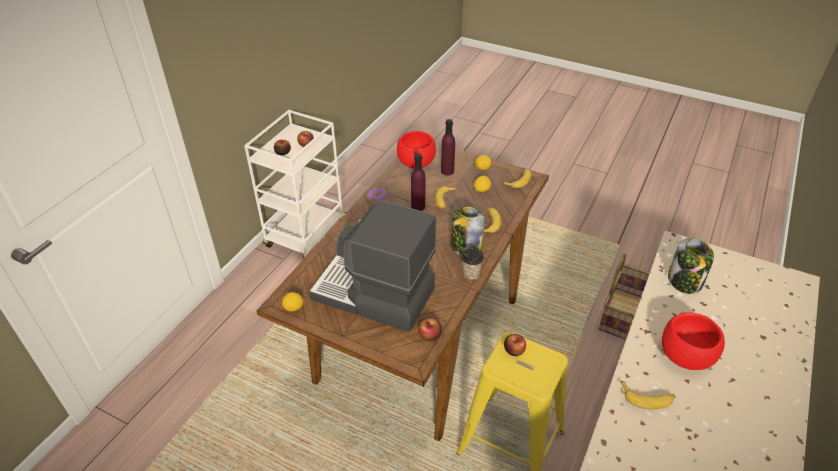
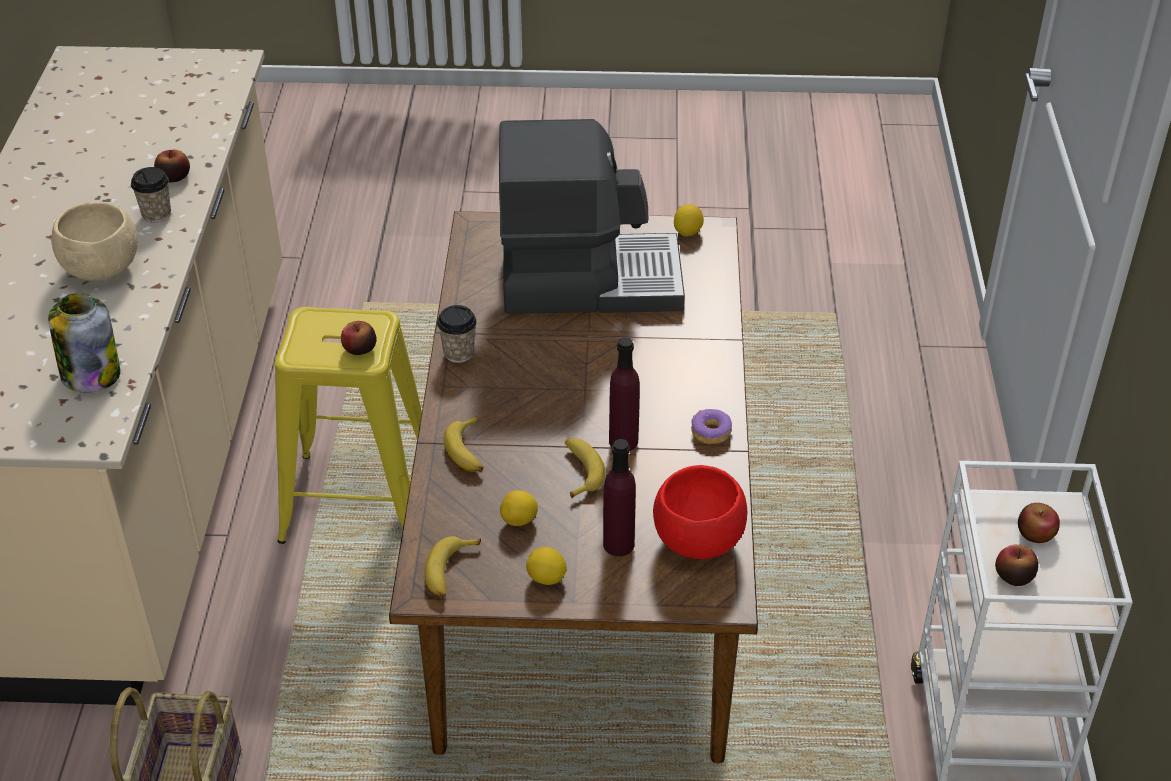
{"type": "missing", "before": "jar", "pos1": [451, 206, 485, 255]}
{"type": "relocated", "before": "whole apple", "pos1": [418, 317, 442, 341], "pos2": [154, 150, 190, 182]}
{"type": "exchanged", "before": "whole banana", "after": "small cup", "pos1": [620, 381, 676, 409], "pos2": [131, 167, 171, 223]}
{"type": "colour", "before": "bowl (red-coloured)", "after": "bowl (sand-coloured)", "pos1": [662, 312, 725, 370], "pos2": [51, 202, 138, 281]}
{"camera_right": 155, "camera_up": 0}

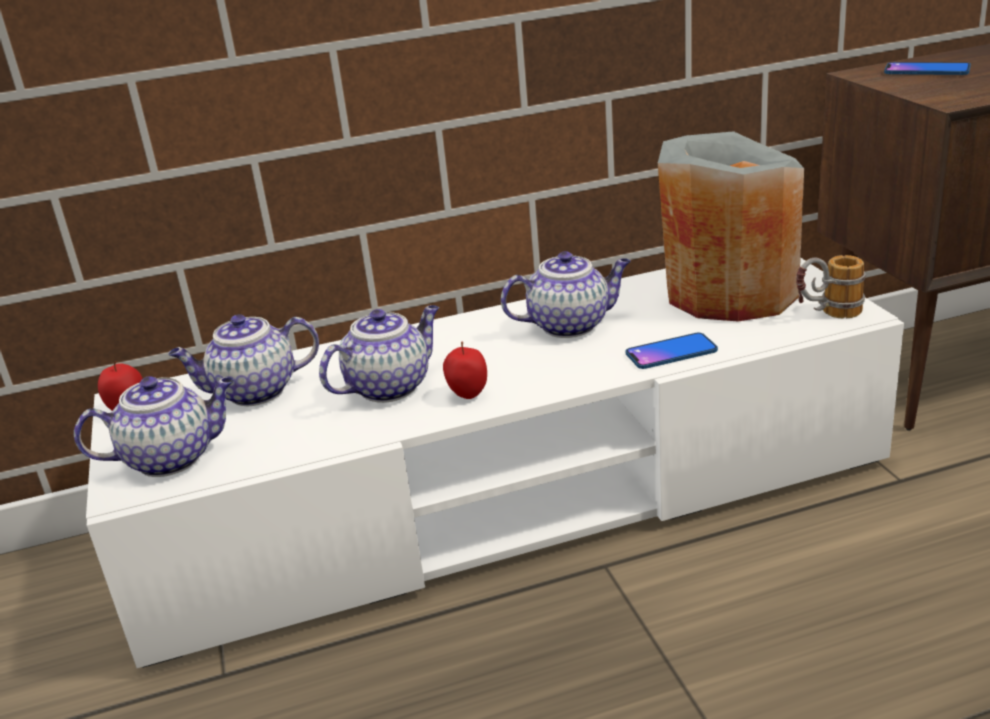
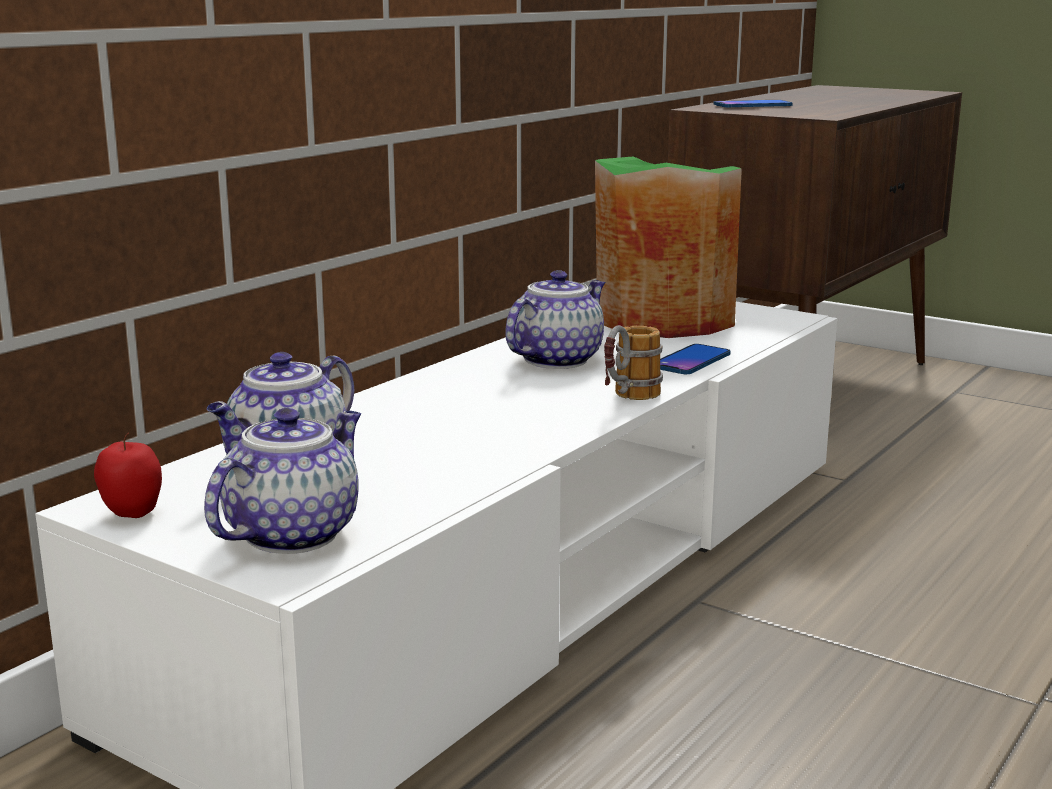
{"type": "missing", "before": "tea pot", "pos1": [319, 305, 439, 403]}
{"type": "missing", "before": "whole apple", "pos1": [443, 342, 487, 399]}
{"type": "relocated", "before": "tea mug", "pos1": [796, 255, 866, 319], "pos2": [604, 325, 663, 400]}
{"type": "colour", "before": "vase (gray)", "after": "vase (green-coloured)", "pos1": [658, 131, 804, 321], "pos2": [595, 156, 742, 338]}
{"camera_right": -40, "camera_up": -10}

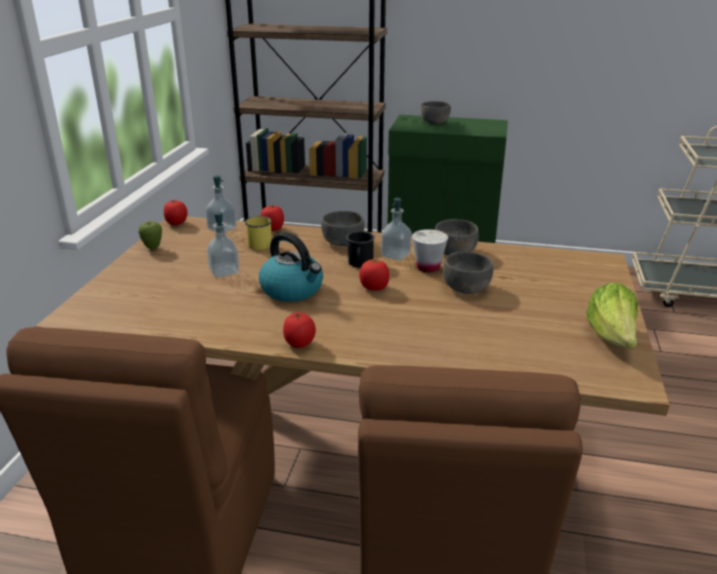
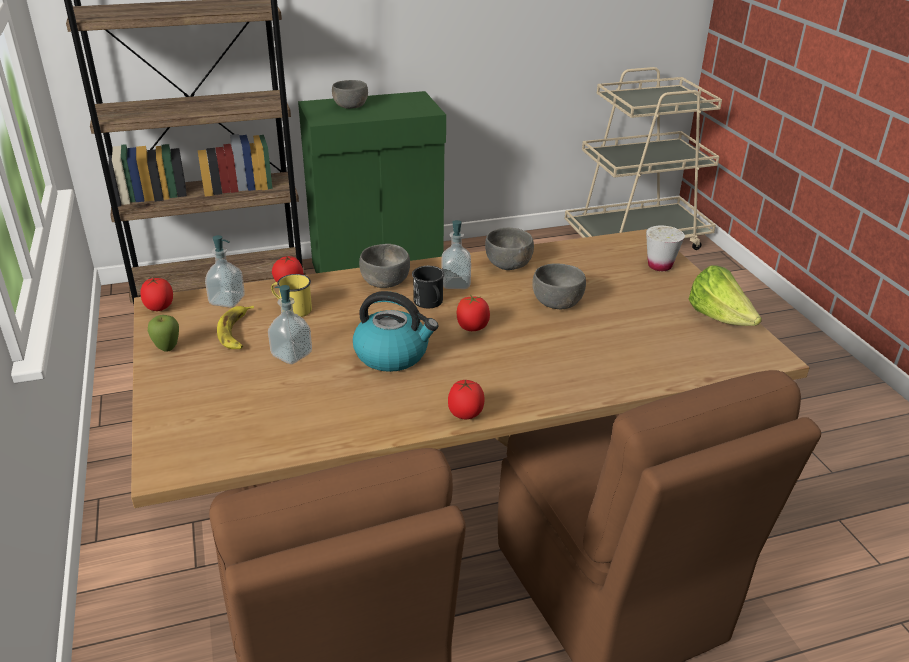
{"type": "appeared", "after": "whole banana", "pos2": [217, 306, 254, 349]}
{"type": "relocated", "before": "small cup (white)", "pos1": [412, 229, 448, 273], "pos2": [646, 226, 685, 271]}
{"camera_right": -30, "camera_up": 5}

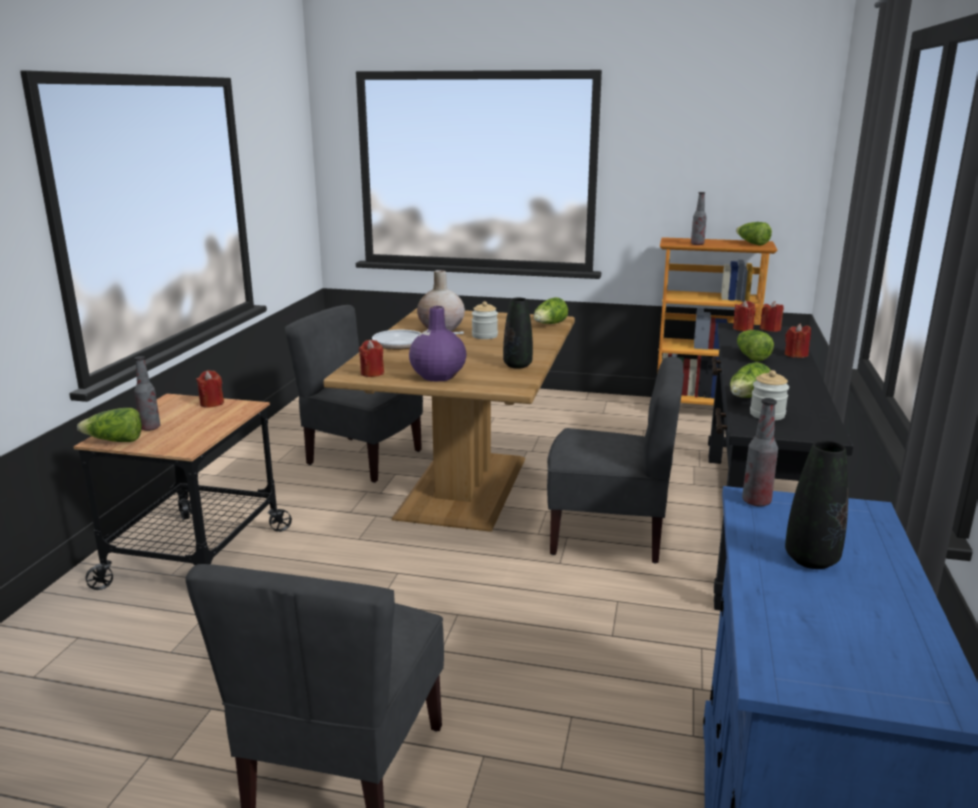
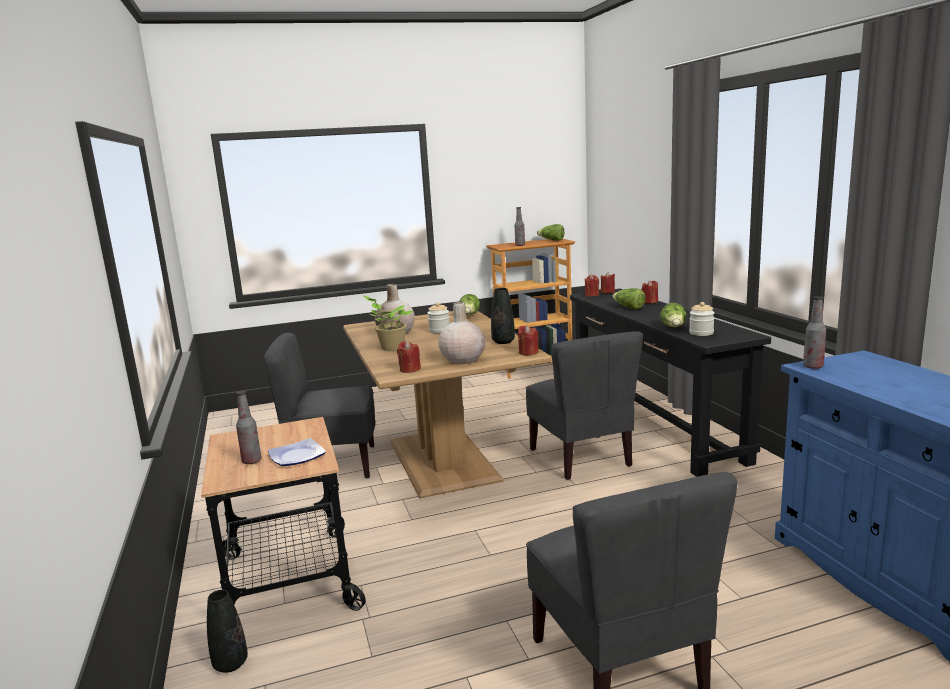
{"type": "missing", "before": "head of lettuce", "pos1": [77, 408, 142, 442]}
{"type": "appeared", "after": "dinner plate", "pos2": [268, 438, 326, 466]}
{"type": "relocated", "before": "wax candle (red-coloured)", "pos1": [196, 370, 224, 408], "pos2": [518, 325, 539, 355]}
{"type": "relocated", "before": "vase (blackish)", "pos1": [785, 440, 848, 569], "pos2": [207, 590, 248, 673]}
{"type": "exchanged", "before": "skillet", "after": "potted plant", "pos1": [372, 330, 464, 350], "pos2": [363, 295, 413, 351]}
{"type": "colour", "before": "vase (purple-coloured)", "after": "vase (sand-coloured)", "pos1": [409, 306, 466, 381], "pos2": [438, 302, 486, 364]}
{"type": "spun", "before": "chair (gray)", "pos1": [547, 357, 684, 564], "pos2": [526, 331, 643, 480], "turn": 90}
{"camera_right": -30, "camera_up": -5}

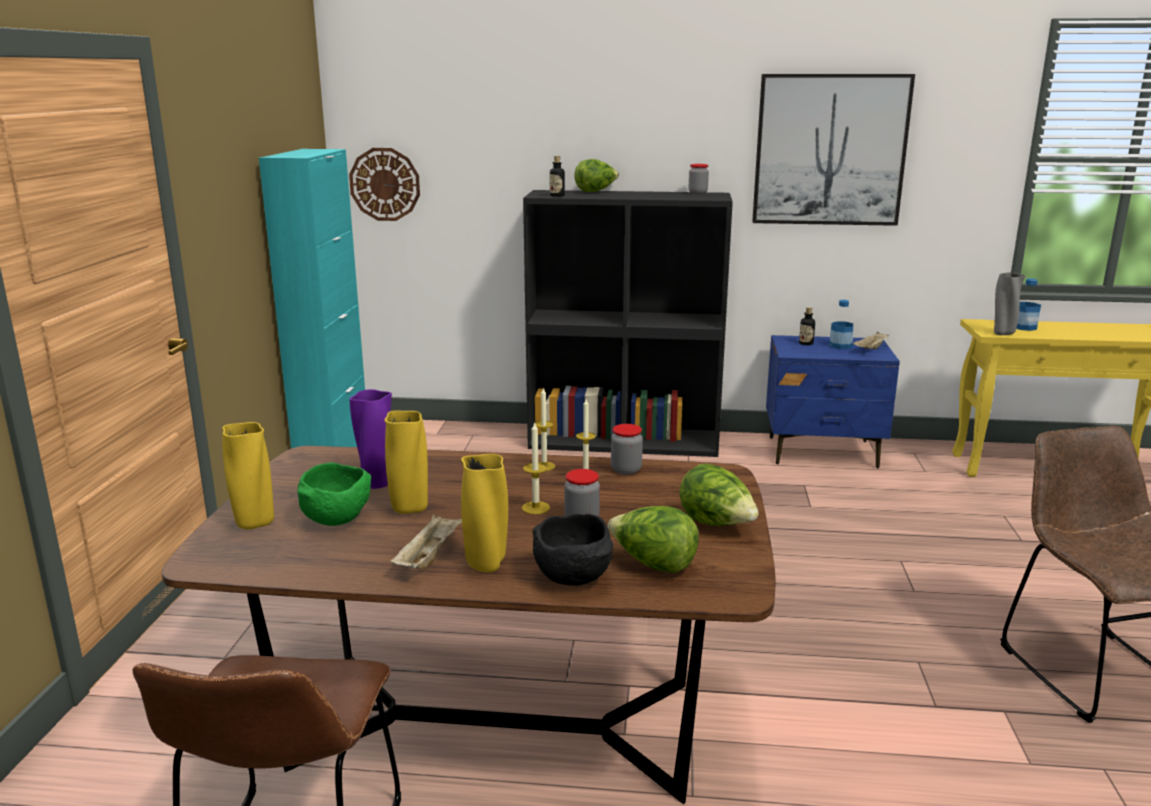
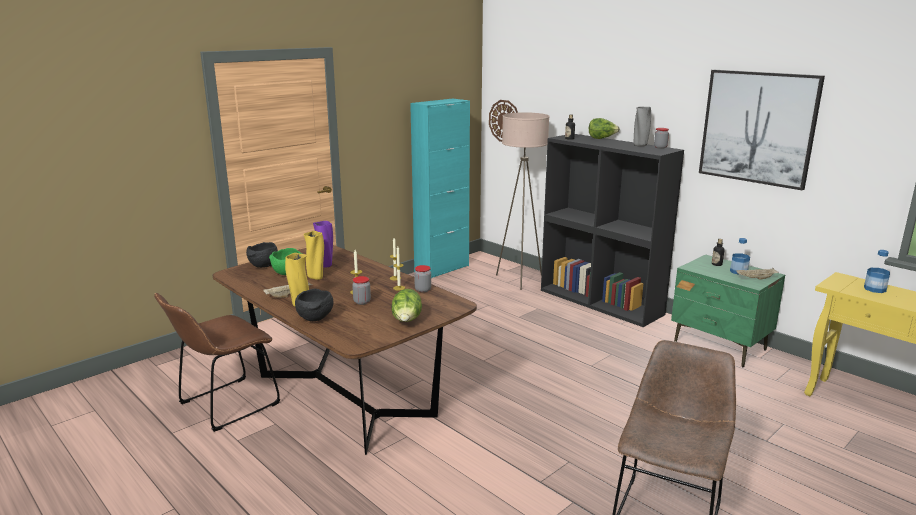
{"type": "missing", "before": "head of lettuce", "pos1": [608, 506, 699, 573]}
{"type": "appeared", "after": "standing lamp (sand-coloured)", "pos2": [496, 112, 550, 290]}
{"type": "relocated", "before": "vase (gray)", "pos1": [994, 272, 1026, 335], "pos2": [633, 107, 651, 146]}
{"type": "exchanged", "before": "vase (yellowish)", "after": "bowl (blackish)", "pos1": [222, 422, 274, 530], "pos2": [246, 242, 278, 268]}
{"type": "colour", "before": "bedside table (blue-coloured)", "after": "bedside table (green-coloured)", "pos1": [766, 335, 900, 468], "pos2": [671, 254, 785, 367]}
{"camera_right": 40, "camera_up": 0}

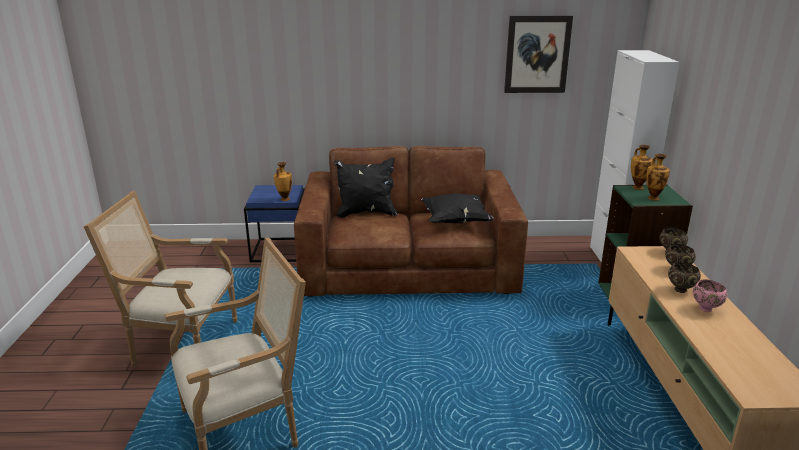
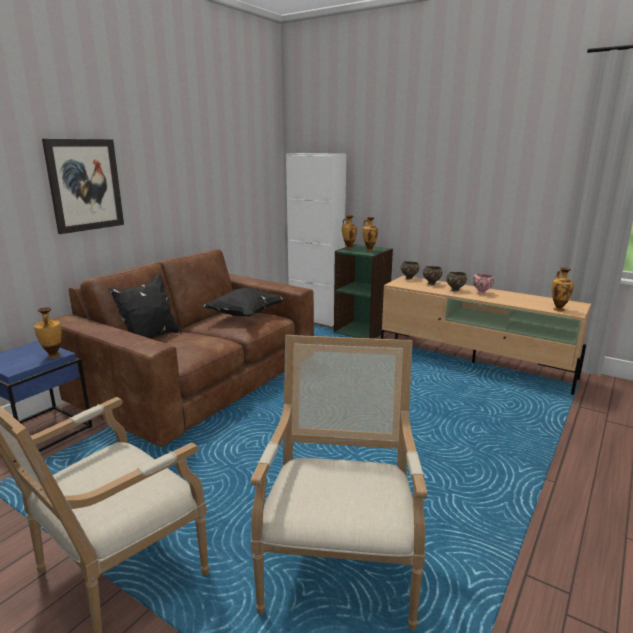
{"type": "appeared", "after": "vase", "pos2": [552, 267, 574, 312]}
{"type": "relocated", "before": "wall picture", "pos1": [504, 16, 573, 93], "pos2": [42, 139, 124, 234]}
{"camera_right": -55, "camera_up": -5}

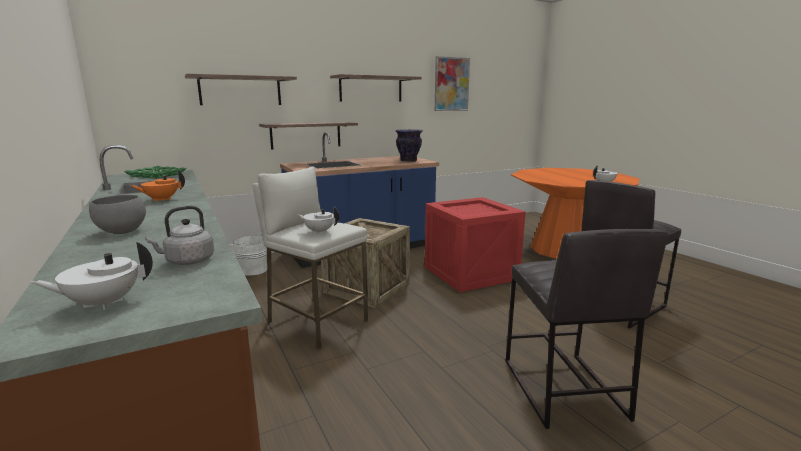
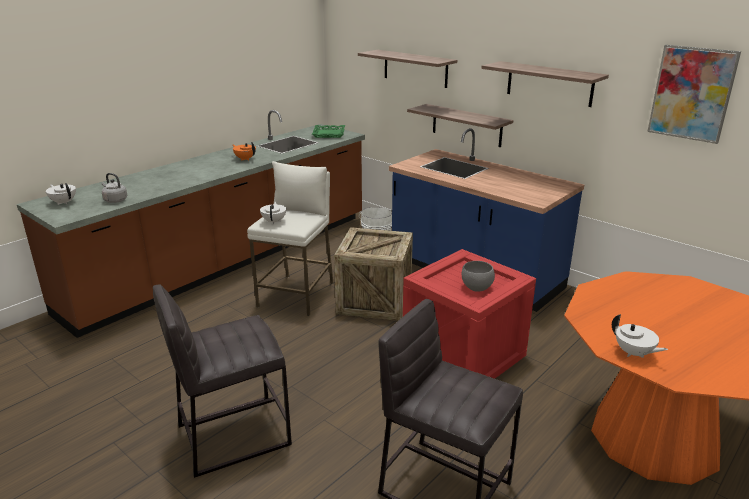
{"type": "missing", "before": "vase", "pos1": [395, 129, 423, 162]}
{"type": "relocated", "before": "bowl (gray)", "pos1": [89, 195, 146, 234], "pos2": [462, 261, 495, 292]}
{"camera_right": 70, "camera_up": 10}

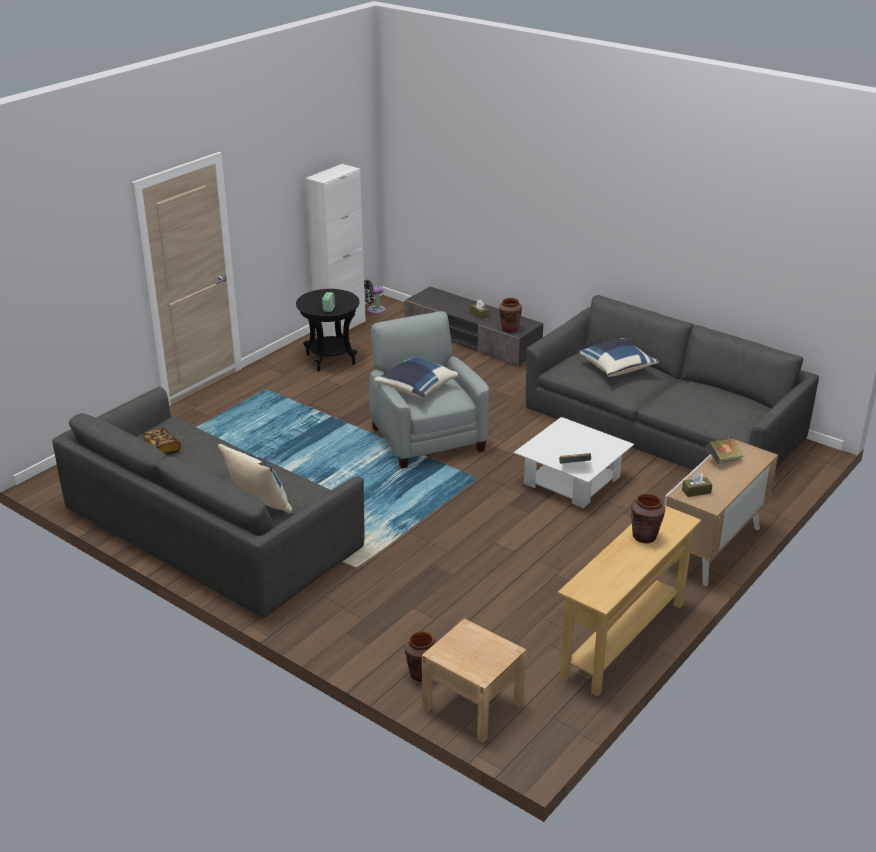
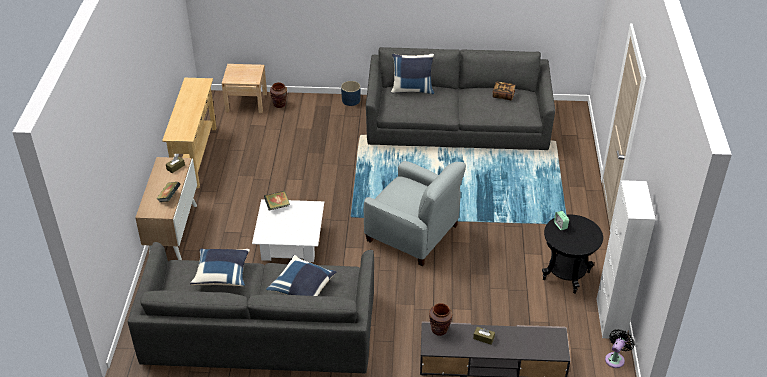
{"type": "missing", "before": "vase (brownish)", "pos1": [631, 493, 665, 543]}
{"type": "appeared", "after": "flower pot (blue-coloured)", "pos2": [341, 81, 361, 106]}
{"type": "relocated", "before": "pillow (blue-coloured)", "pos1": [374, 358, 459, 398], "pos2": [190, 248, 250, 286]}
{"camera_right": 145, "camera_up": 10}

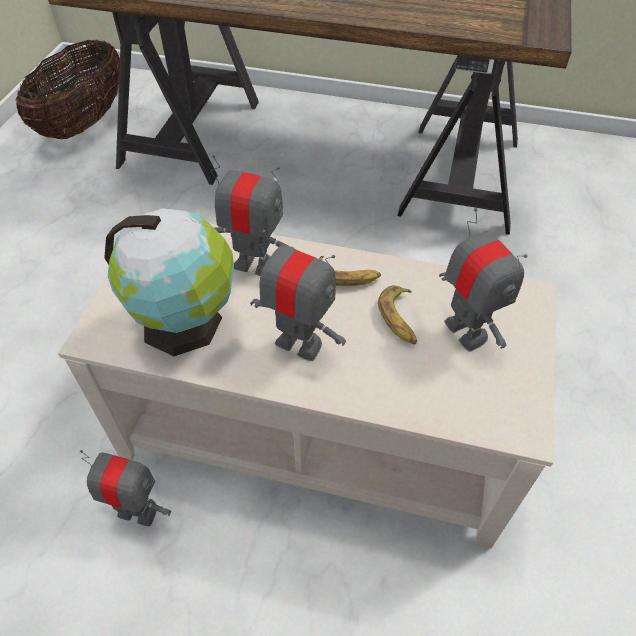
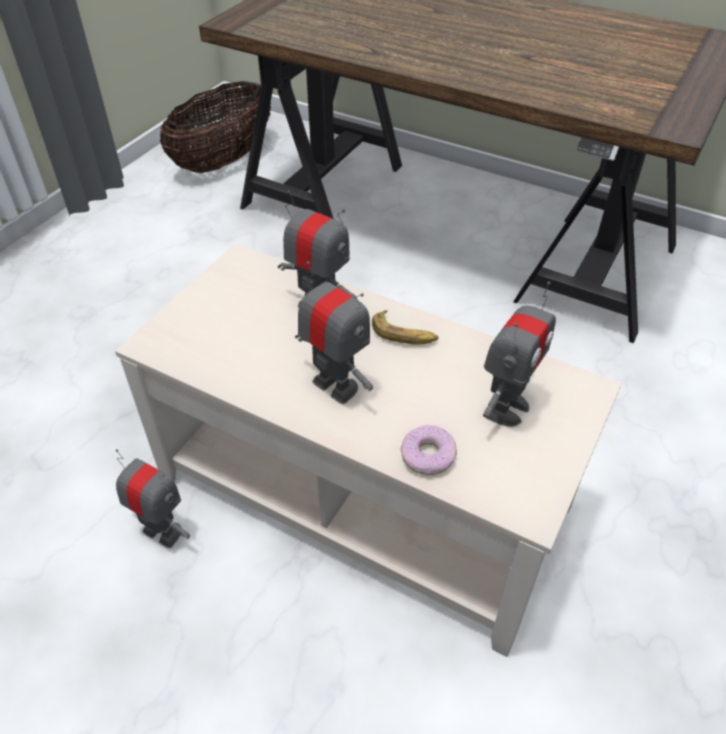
{"type": "missing", "before": "desk globe", "pos1": [104, 208, 234, 356]}
{"type": "missing", "before": "whole banana", "pos1": [378, 285, 417, 345]}
{"type": "appeared", "after": "donut", "pos2": [400, 425, 457, 475]}
{"type": "spun", "before": "model robot", "pos1": [439, 208, 527, 352], "pos2": [483, 282, 556, 427], "turn": 45}
{"camera_right": 15, "camera_up": -5}

